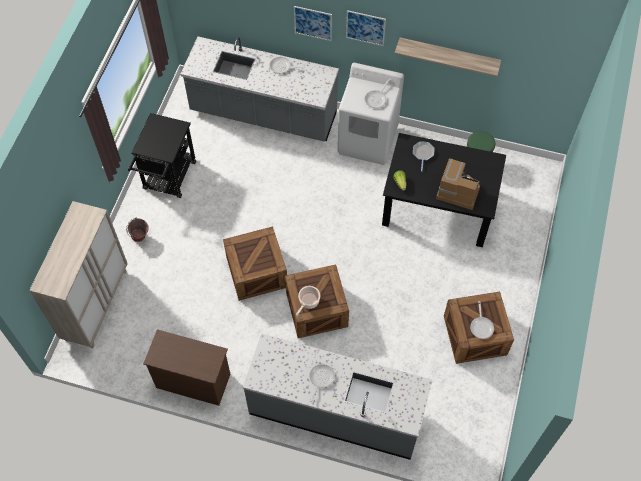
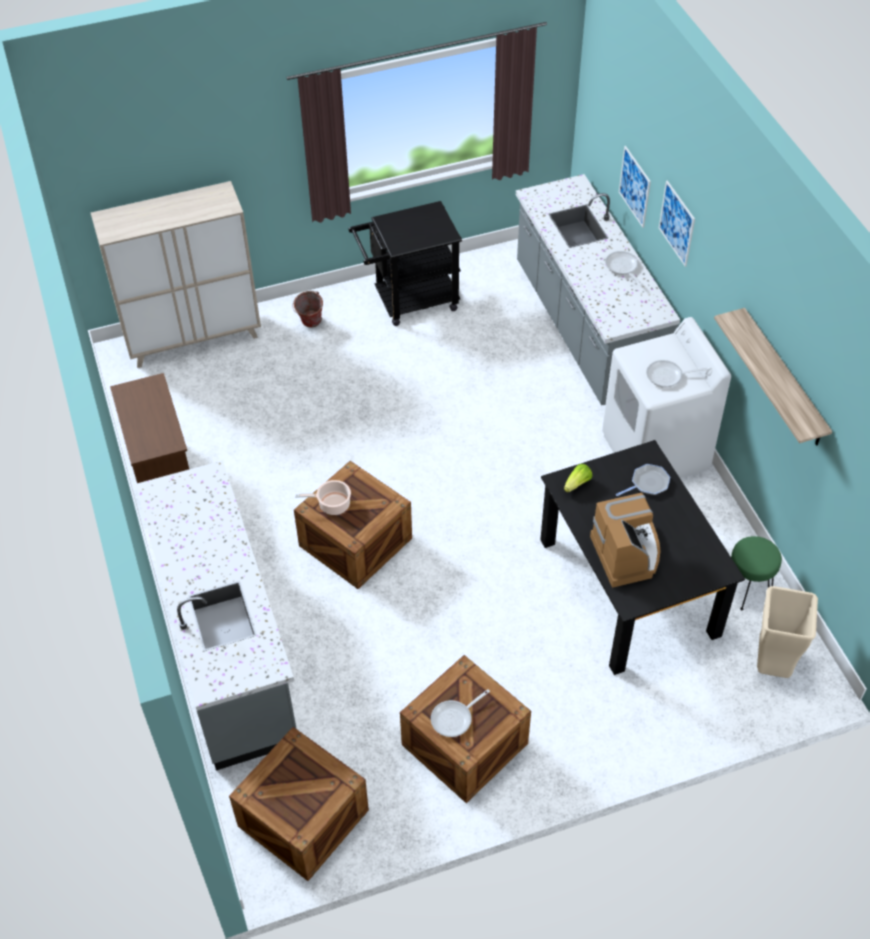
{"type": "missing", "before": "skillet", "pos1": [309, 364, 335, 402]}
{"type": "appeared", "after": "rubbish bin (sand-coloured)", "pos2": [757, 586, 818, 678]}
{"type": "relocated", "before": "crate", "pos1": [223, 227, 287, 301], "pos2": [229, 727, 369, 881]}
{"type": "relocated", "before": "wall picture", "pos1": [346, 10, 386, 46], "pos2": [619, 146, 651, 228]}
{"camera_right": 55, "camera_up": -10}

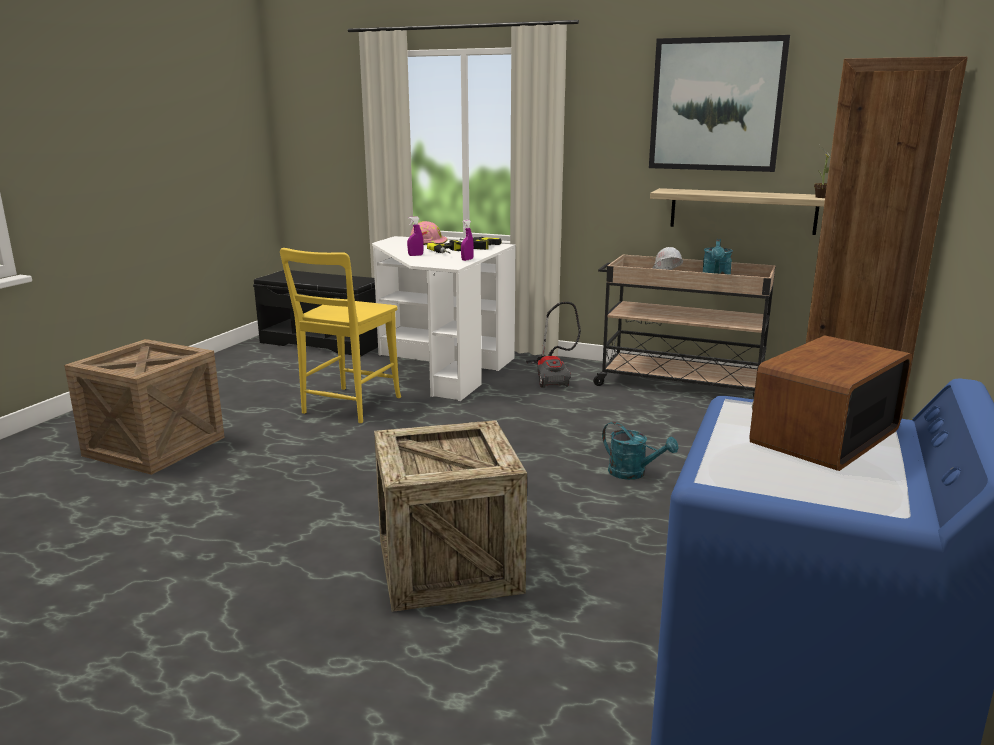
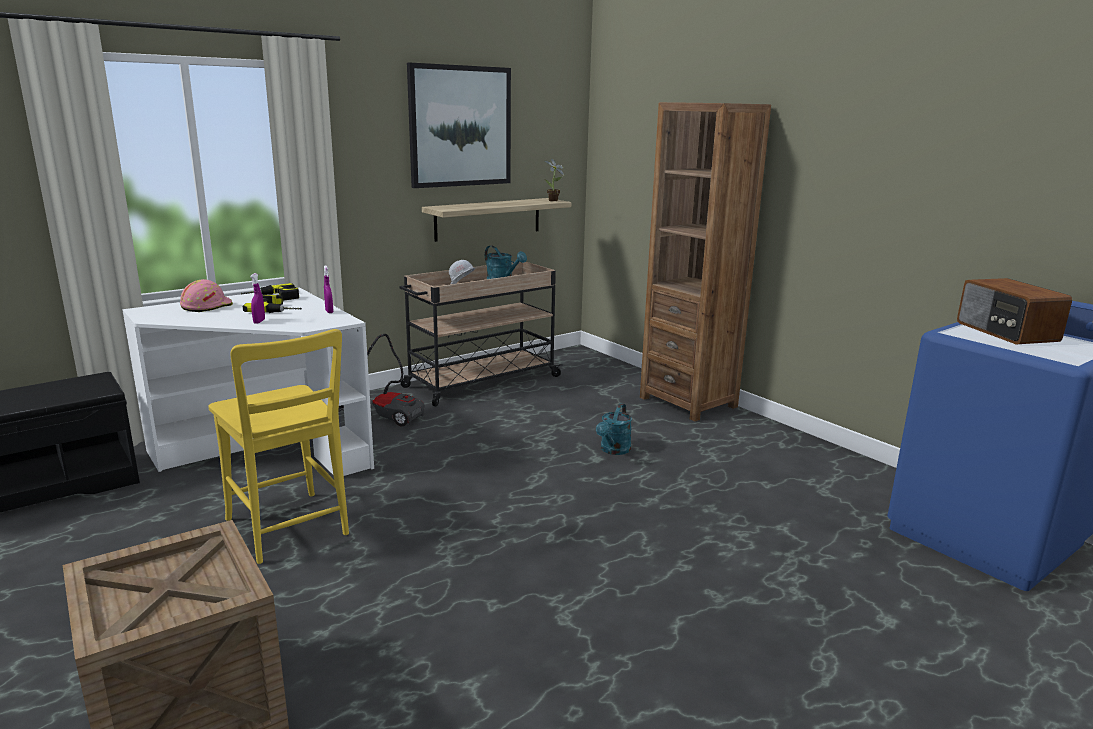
{"type": "missing", "before": "crate", "pos1": [374, 420, 527, 612]}
{"type": "spun", "before": "watering can (blue-green)", "pos1": [602, 422, 678, 480], "pos2": [596, 403, 632, 455], "turn": 135}
{"camera_right": -60, "camera_up": 0}

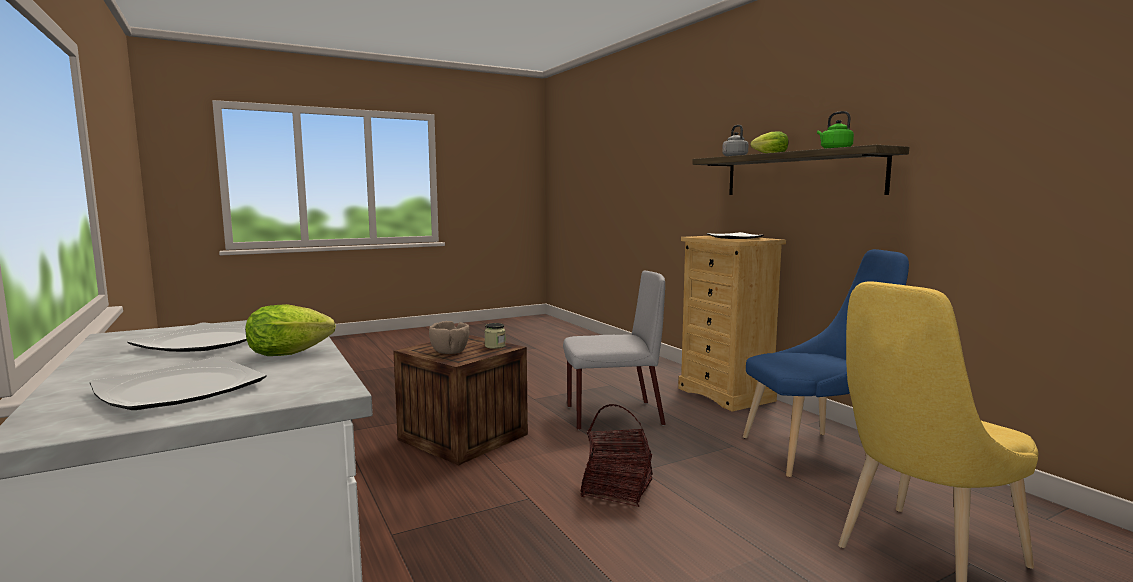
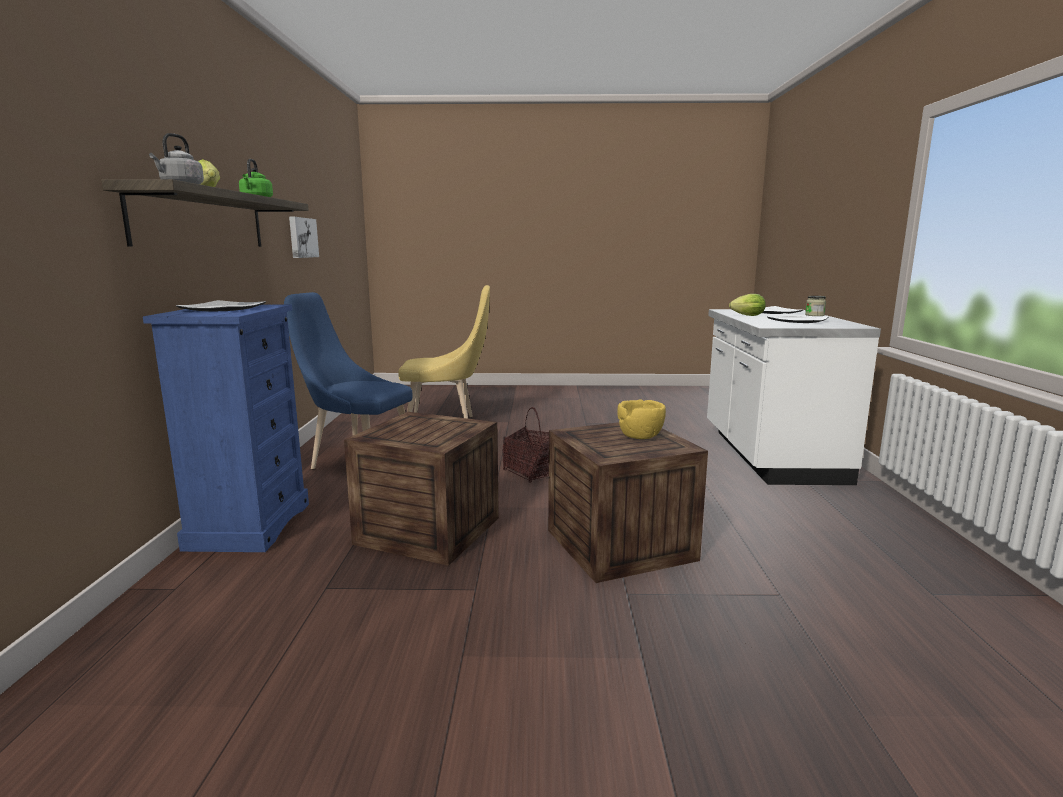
{"type": "appeared", "after": "wall picture", "pos2": [289, 217, 319, 258]}
{"type": "relocated", "before": "jar", "pos1": [484, 323, 505, 349], "pos2": [805, 296, 826, 316]}
{"type": "exchanged", "before": "chair (gray)", "after": "crate", "pos1": [563, 271, 665, 430], "pos2": [344, 412, 499, 566]}
{"type": "colour", "before": "bowl (brownish)", "after": "bowl (yellowish)", "pos1": [429, 321, 469, 354], "pos2": [617, 400, 666, 439]}
{"type": "colour", "before": "chest of drawers (sand-coloured)", "after": "chest of drawers (blue-coloured)", "pos1": [678, 236, 786, 412], "pos2": [143, 304, 309, 552]}
{"camera_right": -150, "camera_up": 5}

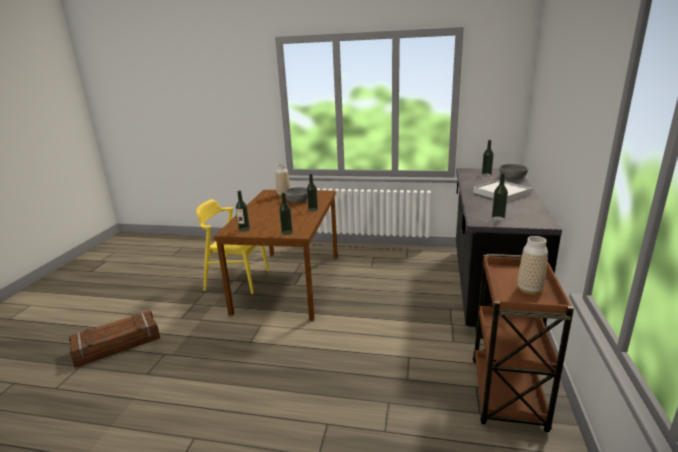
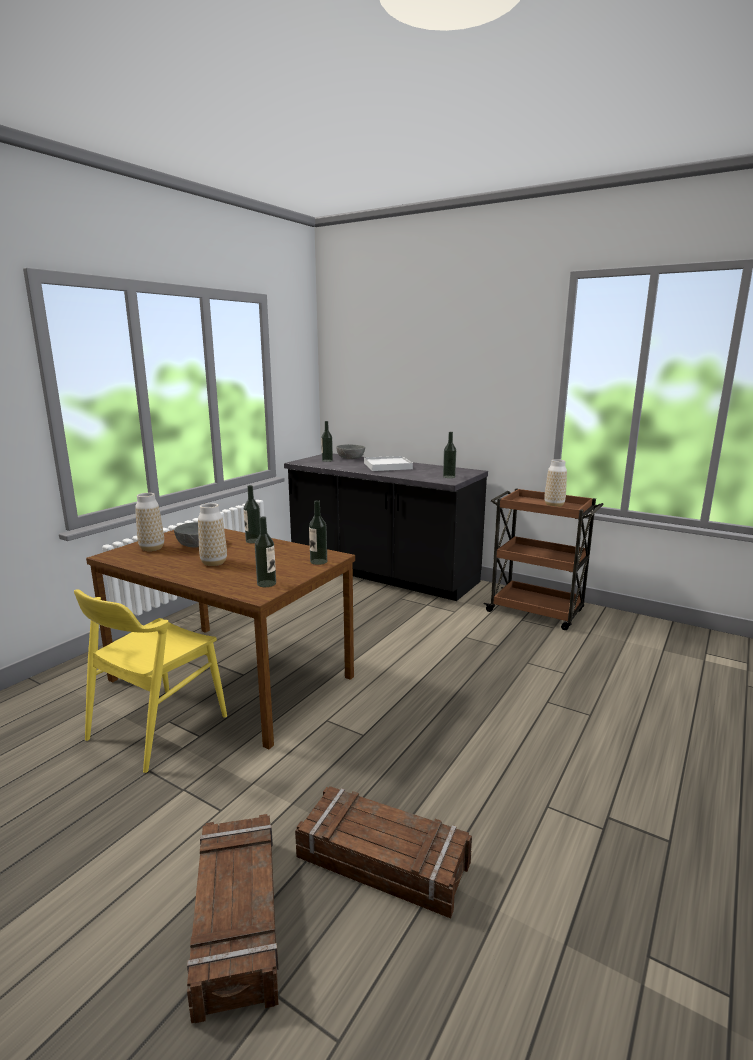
{"type": "appeared", "after": "vase", "pos2": [198, 503, 227, 566]}
{"type": "appeared", "after": "crate", "pos2": [295, 786, 472, 919]}
{"camera_right": -70, "camera_up": -5}

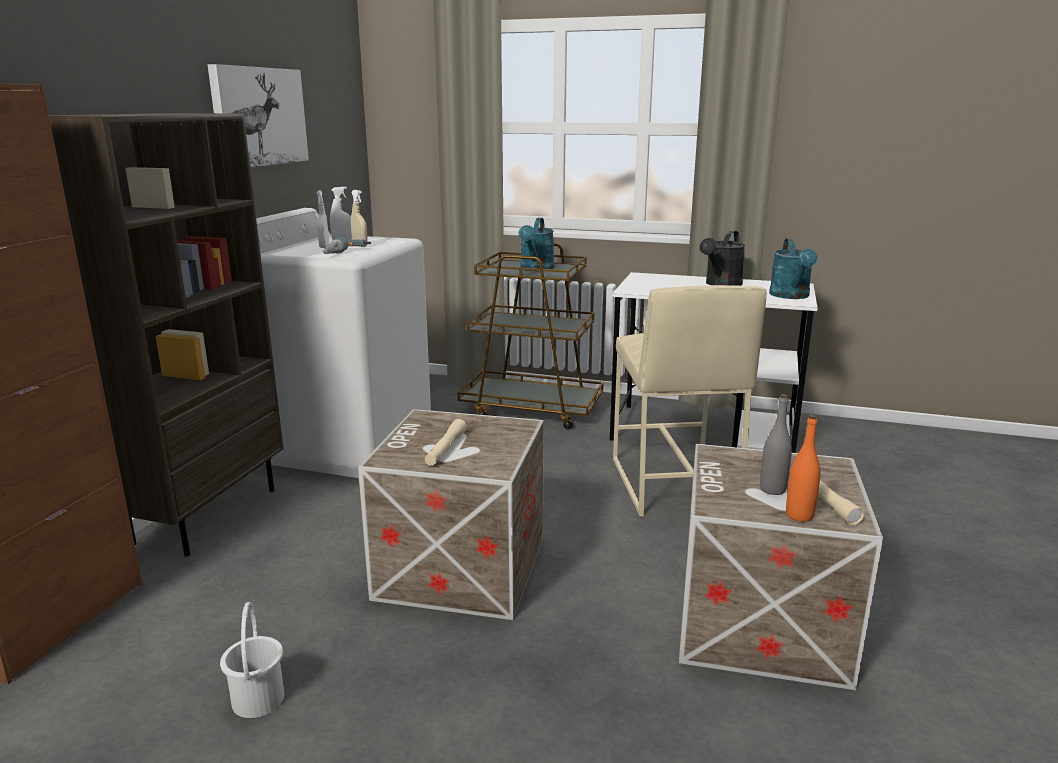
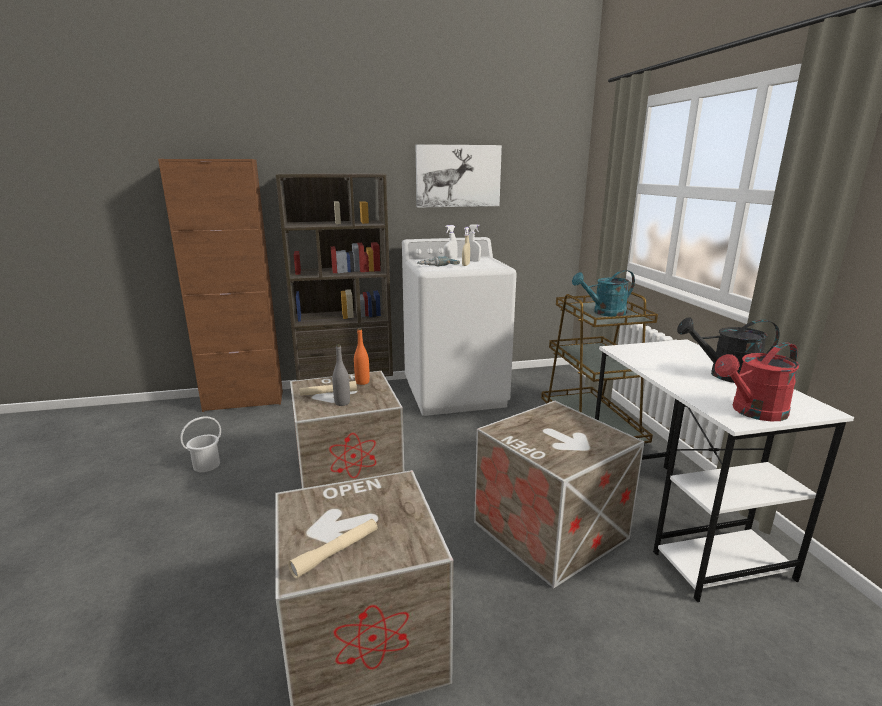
{"type": "relocated", "before": "beverage bottle (gray)", "pos1": [760, 394, 792, 495], "pos2": [332, 344, 350, 406]}
{"type": "relocated", "before": "beverage bottle (orangey)", "pos1": [786, 415, 821, 522], "pos2": [354, 328, 370, 385]}
{"type": "exchanged", "before": "stool (sand-coloured)", "after": "crate", "pos1": [613, 285, 767, 516], "pos2": [474, 401, 644, 588]}
{"type": "colour", "before": "watering can (blue-green)", "after": "watering can (red-coloured)", "pos1": [769, 238, 817, 299], "pos2": [715, 342, 800, 421]}
{"camera_right": 60, "camera_up": 0}

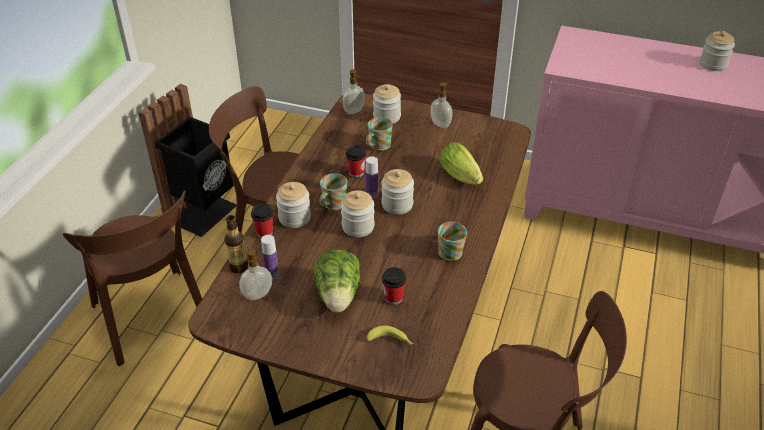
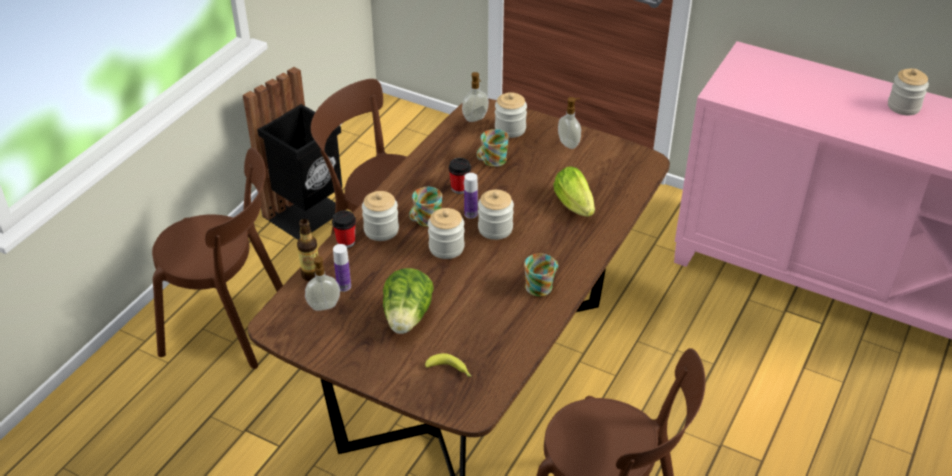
{"type": "missing", "before": "small cup", "pos1": [382, 267, 406, 305]}
{"type": "spun", "before": "chair (brownish)", "pos1": [63, 190, 202, 366], "pos2": [152, 148, 283, 369], "turn": -60}
{"camera_right": 10, "camera_up": 0}

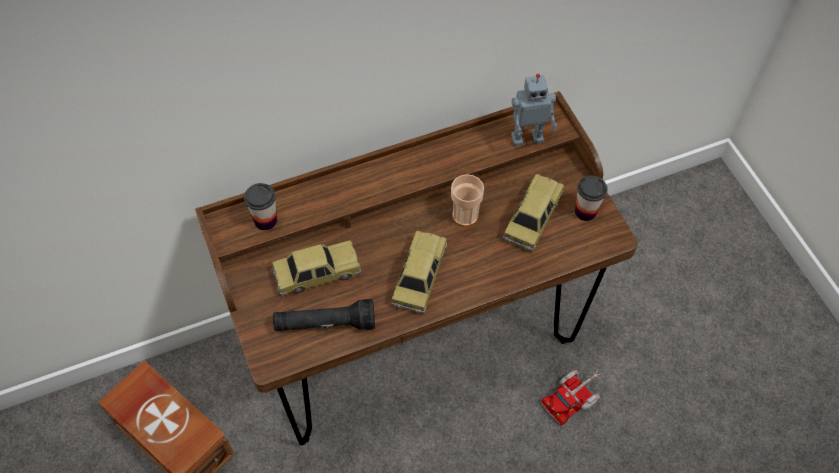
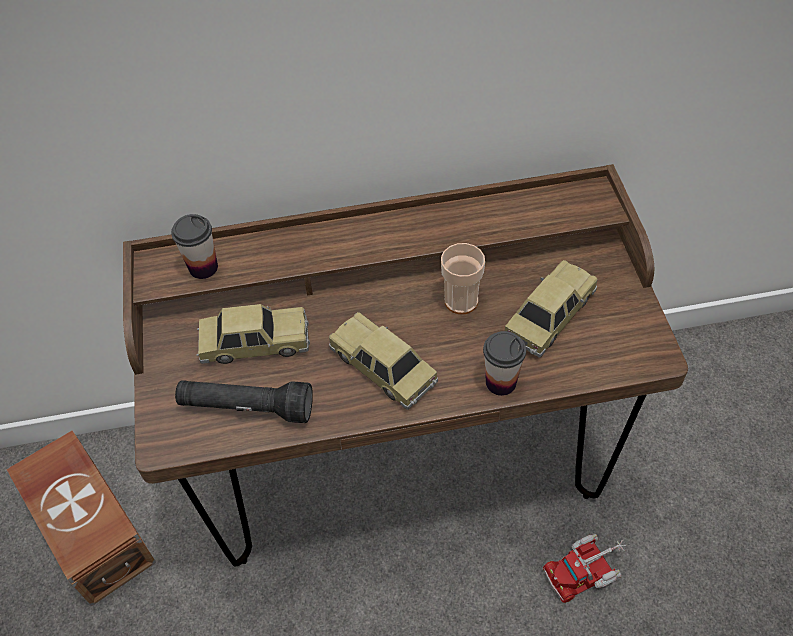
{"type": "missing", "before": "model robot", "pos1": [511, 74, 557, 146]}
{"type": "relocated", "before": "small cup", "pos1": [575, 176, 607, 221], "pos2": [483, 331, 526, 396]}
{"type": "spun", "before": "toy car", "pos1": [391, 231, 447, 314], "pos2": [329, 312, 438, 410], "turn": -75}
{"camera_right": 15, "camera_up": -5}

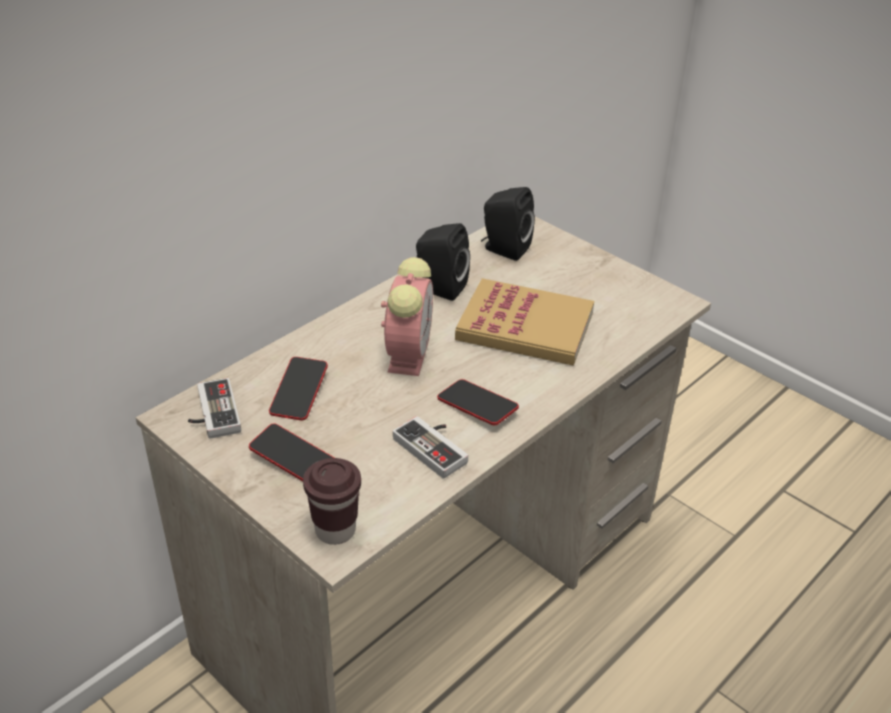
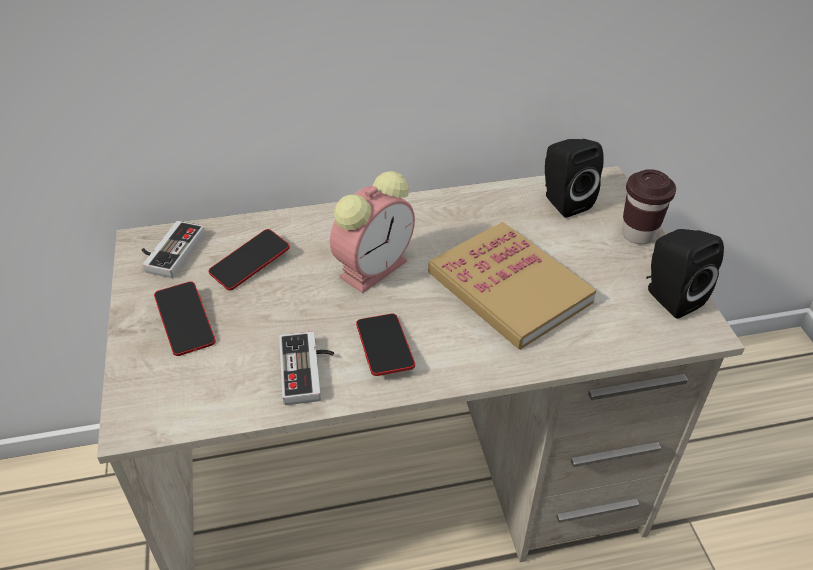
{"type": "relocated", "before": "small cup (brownish)", "pos1": [303, 458, 361, 545], "pos2": [622, 169, 676, 244]}
{"type": "relocated", "before": "speaker (blackish)", "pos1": [416, 223, 470, 301], "pos2": [646, 229, 724, 319]}
{"camera_right": 35, "camera_up": 5}

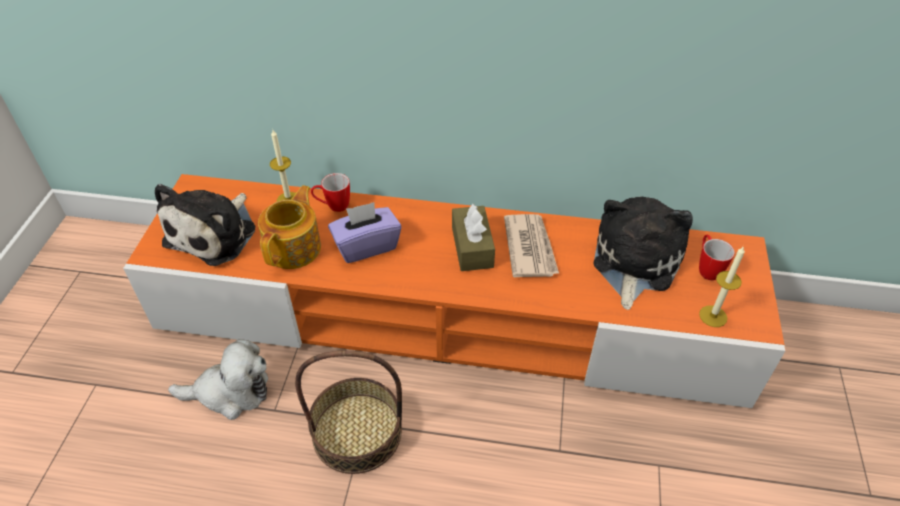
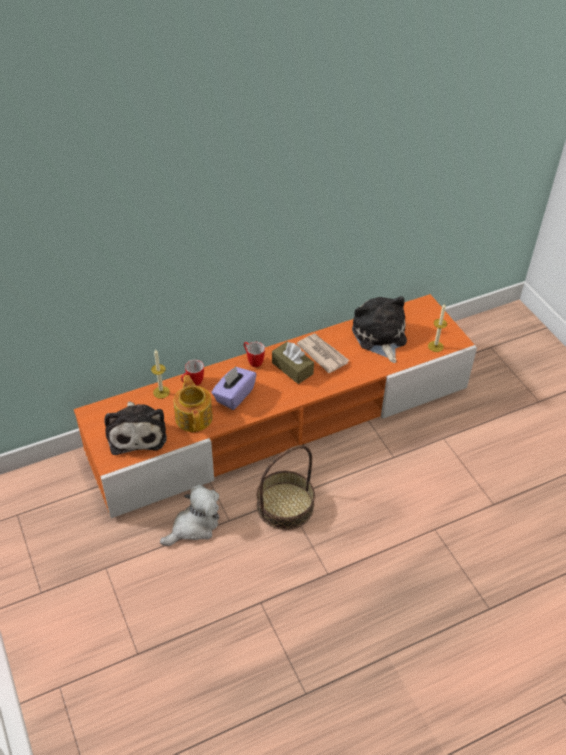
{"type": "relocated", "before": "tea mug", "pos1": [699, 235, 735, 280], "pos2": [244, 342, 265, 367]}
{"camera_right": -35, "camera_up": 0}

